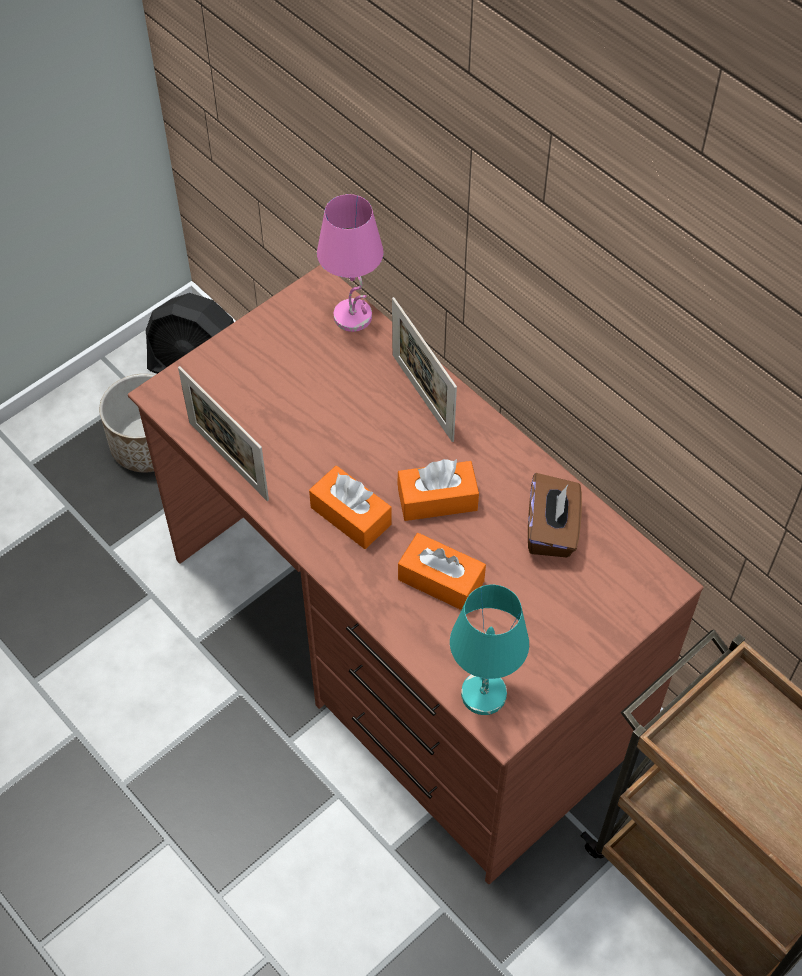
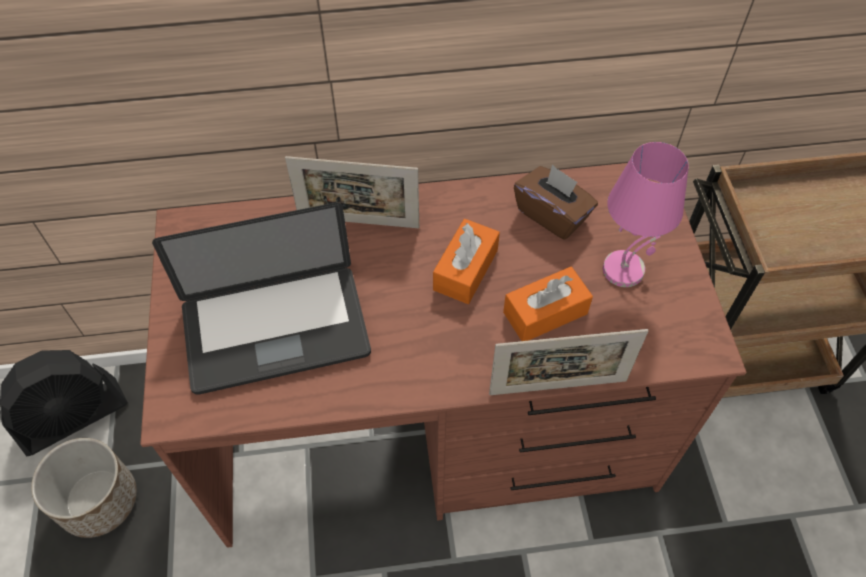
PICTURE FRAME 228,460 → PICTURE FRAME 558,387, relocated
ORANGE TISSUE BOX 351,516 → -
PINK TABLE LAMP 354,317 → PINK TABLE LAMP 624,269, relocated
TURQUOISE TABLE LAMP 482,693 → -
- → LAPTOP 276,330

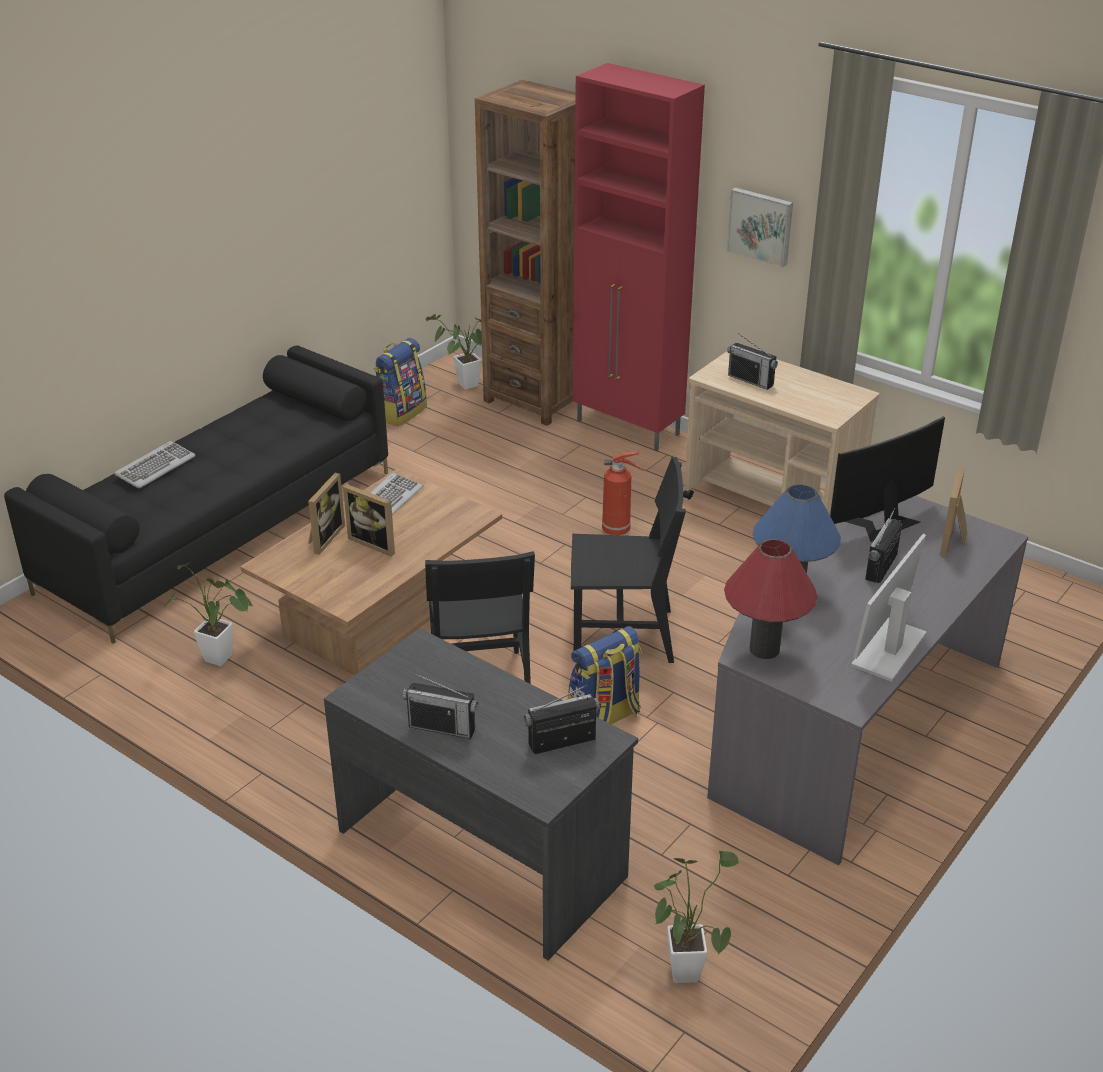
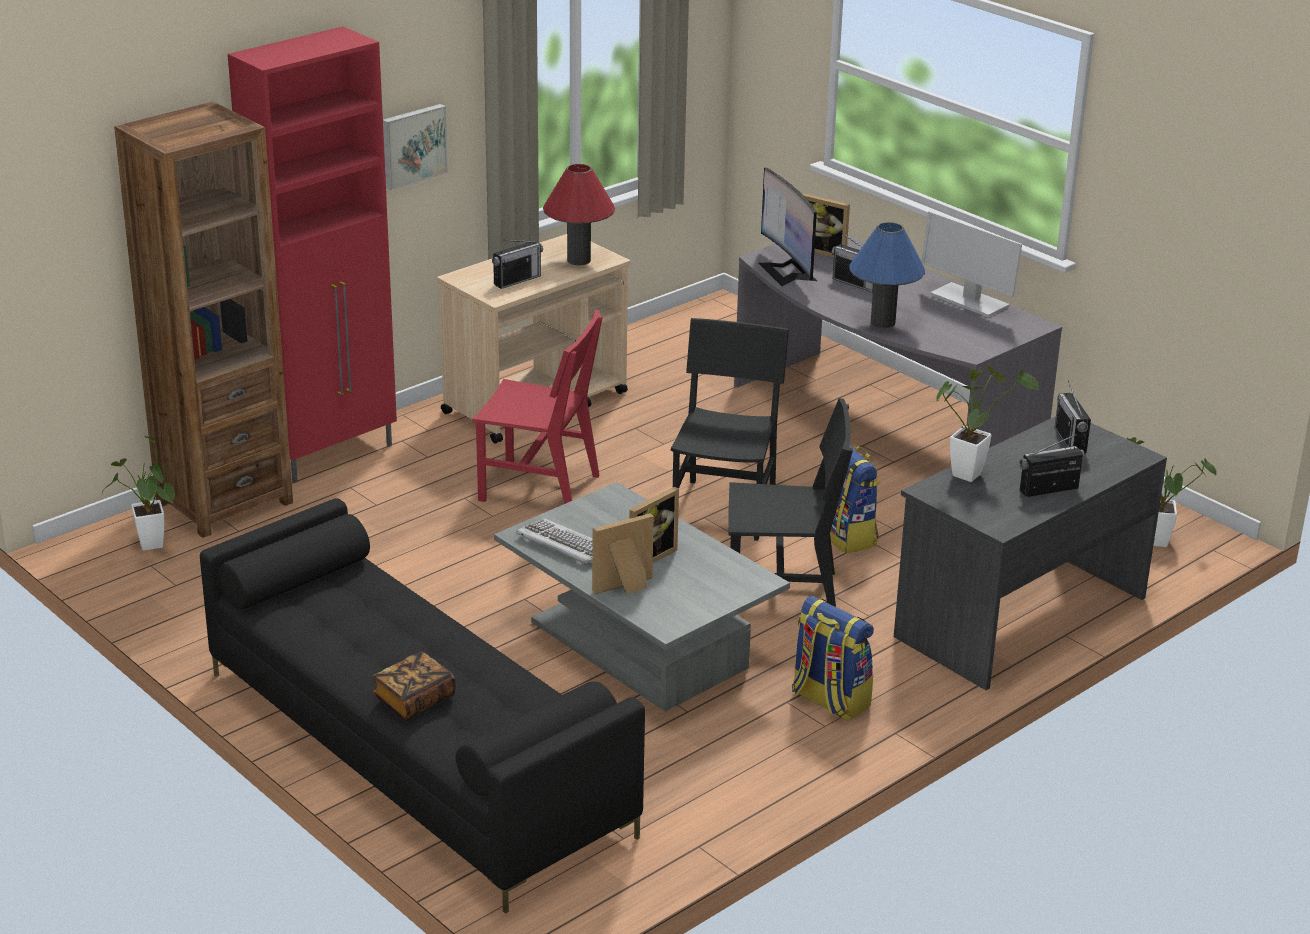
KEYBOARD 155,467 → BOOK 414,700
POTTED PLANT 223,660 → POTTED PLANT 970,472, relocated
BROWN COFFEE TABLE 380,611 → GREY COFFEE TABLE 638,644
PICTURE FRAME 323,538 → PICTURE FRAME 626,588, 60 degrees counterclockwise
BACKPACK 401,412 → BACKPACK 829,700, relocated
RADIO 442,727 → RADIO 1049,489, 135 degrees counterclockwise
FIRE EXTINGUISHER 618,530 → RED CHAIR 539,488
RED TABLE LAMP 764,649 → RED TABLE LAMP 578,260, relocated

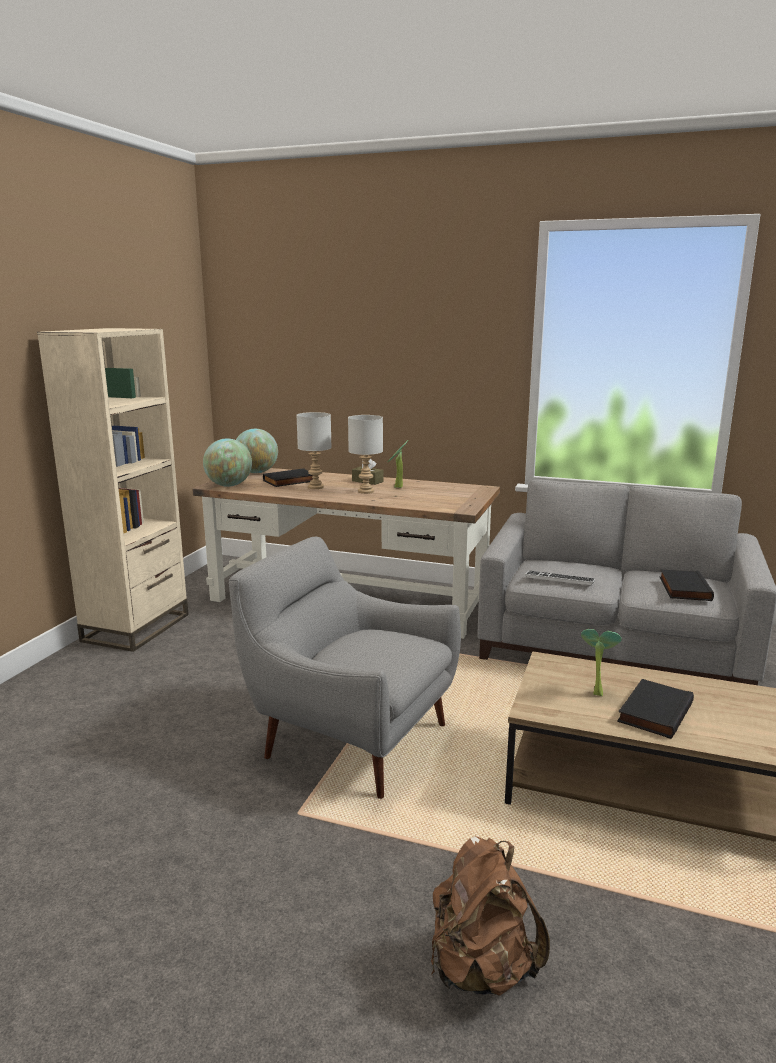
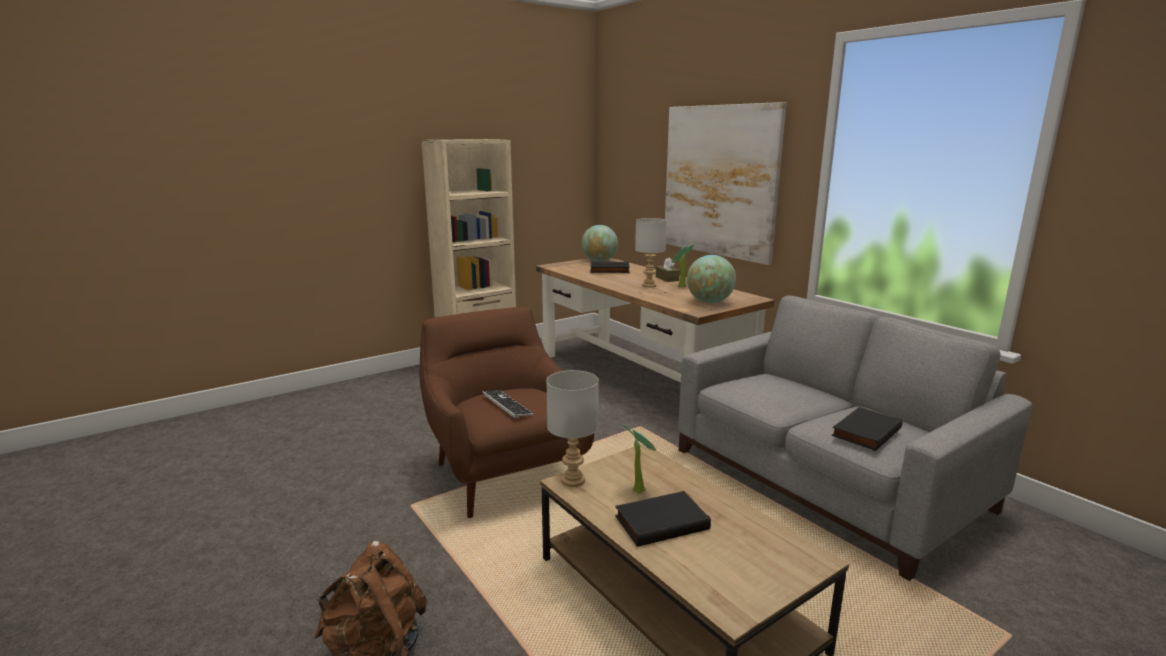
GLOBE 229,485 → GLOBE 709,302, relocated
GREY ARMCHAIR 349,738 → BROWN ARMCHAIR 505,472
GREY TABLE LAMP 315,487 → GREY TABLE LAMP 572,481, relocated
KEYBOARD 559,579 → KEYBOARD 507,405, relocated
- → PICTURE 719,181

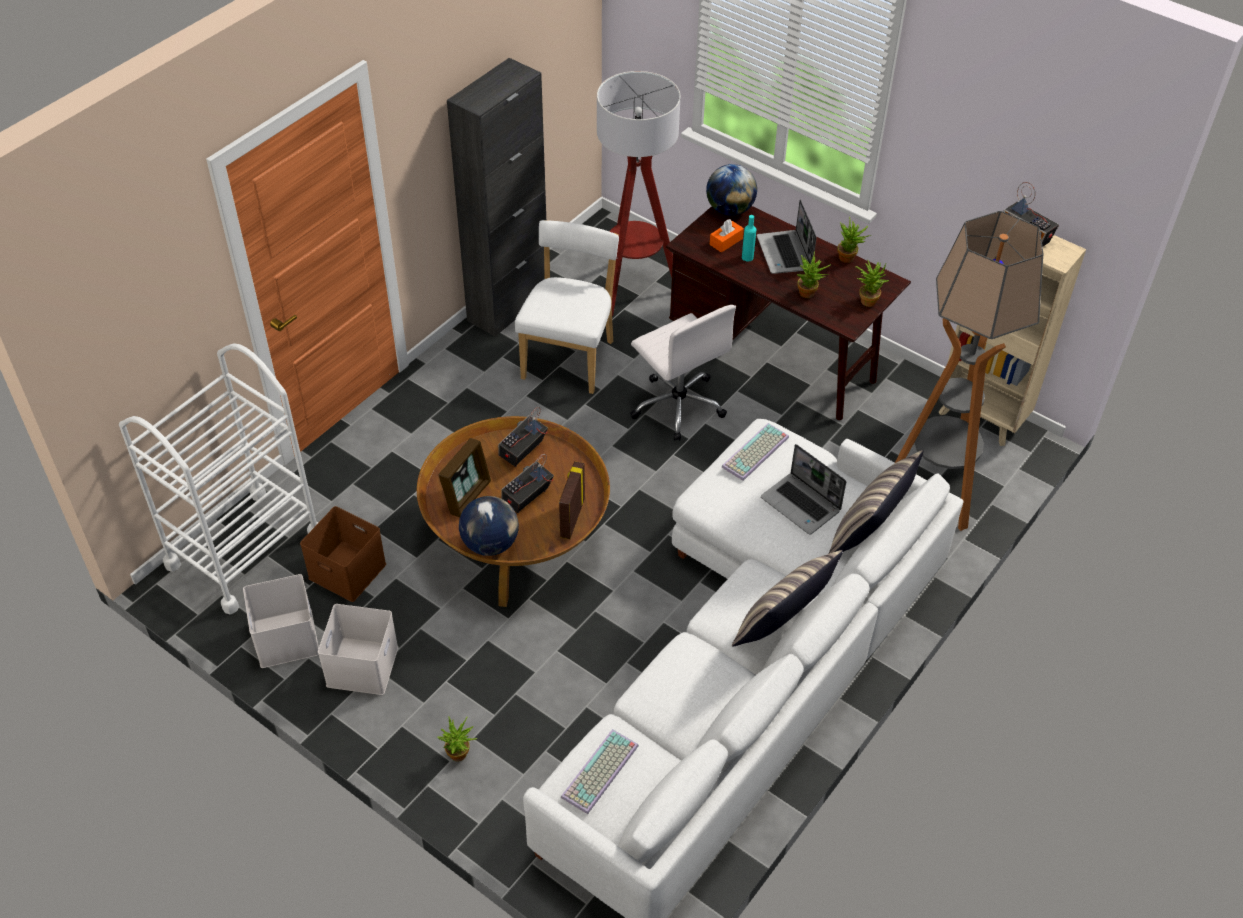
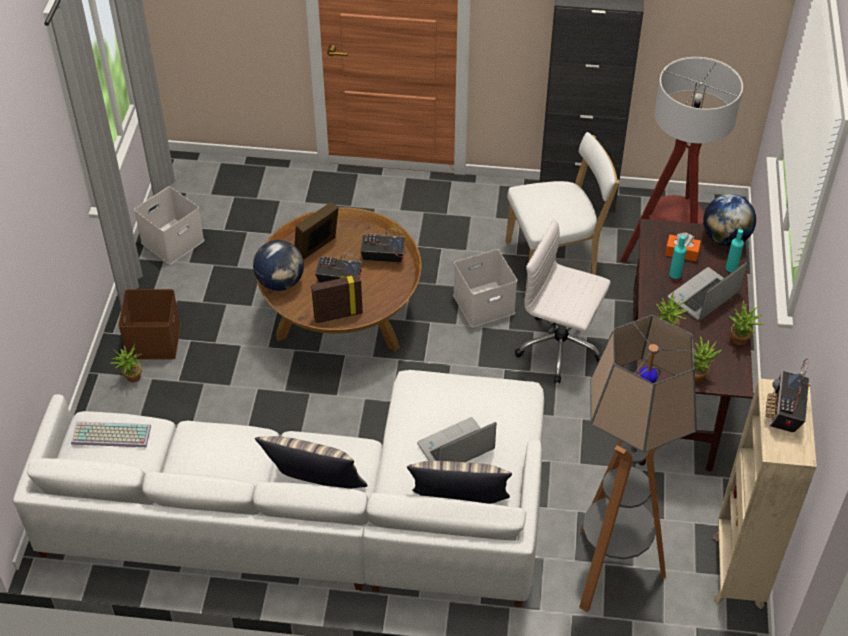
WHITE CART 245,550 → -
BROWN STORAGE BOX 345,571 → BROWN STORAGE BOX 152,339, relocated
WHITE STORAGE BOX 361,664 → WHITE STORAGE BOX 484,303, relocated
PICTURE FRAME 467,496 → PICTURE FRAME 317,249, 135 degrees clockwise
WHITE OFFICE CHAIR 677,405 → WHITE OFFICE CHAIR 561,347, 90 degrees clockwise
KEYBOARD 756,453 → -
LAPTOP 801,505 → LAPTOP 455,448, 45 degrees clockwise
- → TURQUOISE BOTTLE 731,268

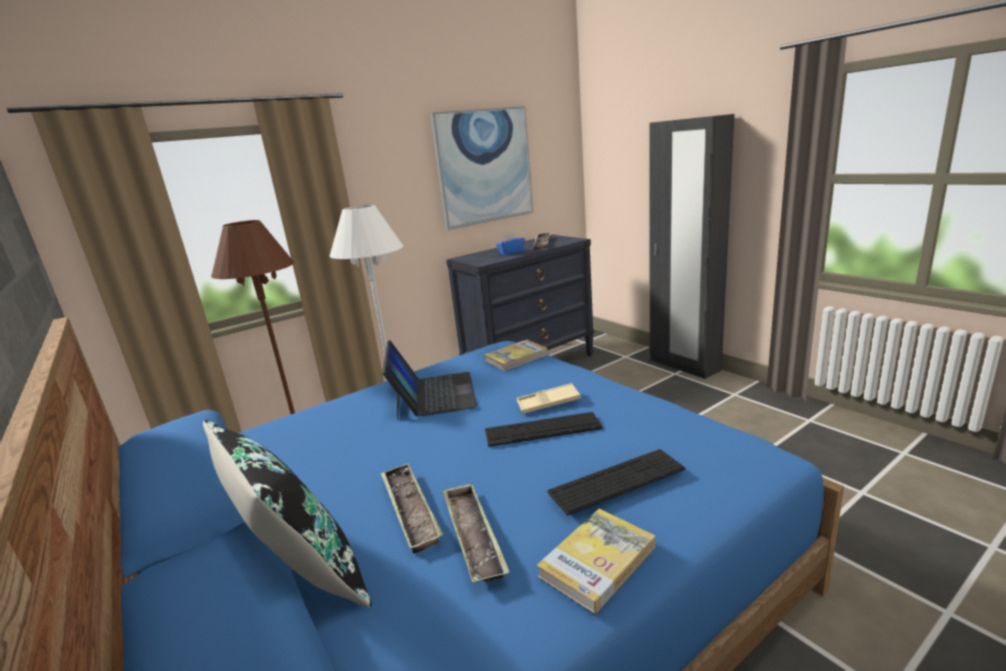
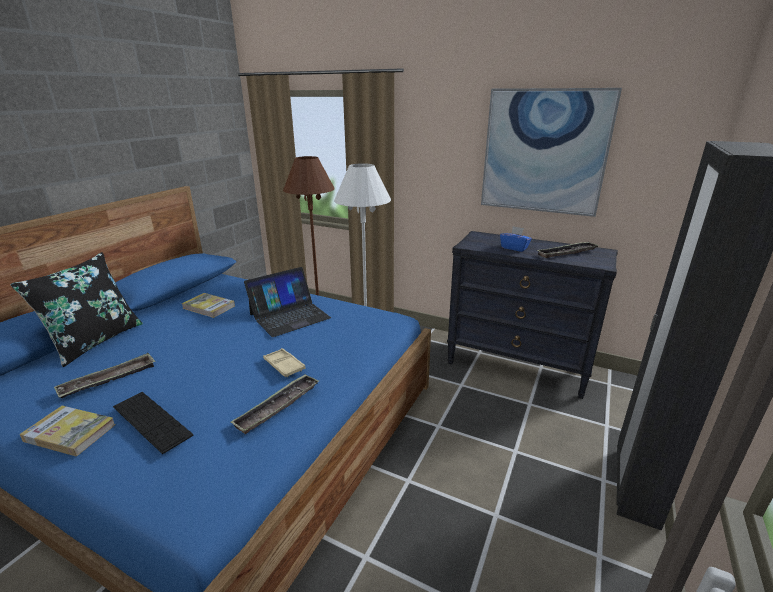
TRAY 410,510 → TRAY 278,406, relocated
BOOK 516,357 → BOOK 209,307, relocated
KEYBOARD 542,429 → -

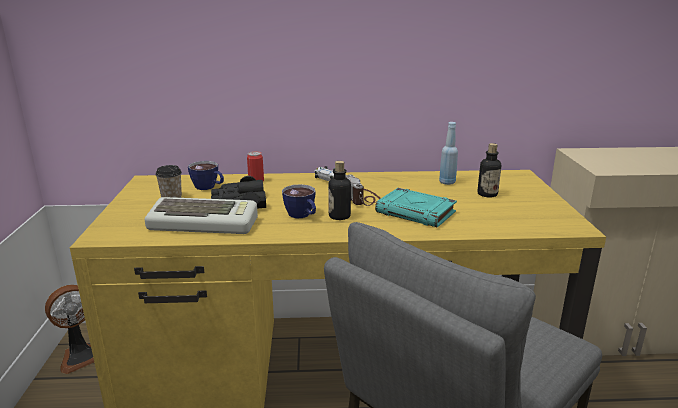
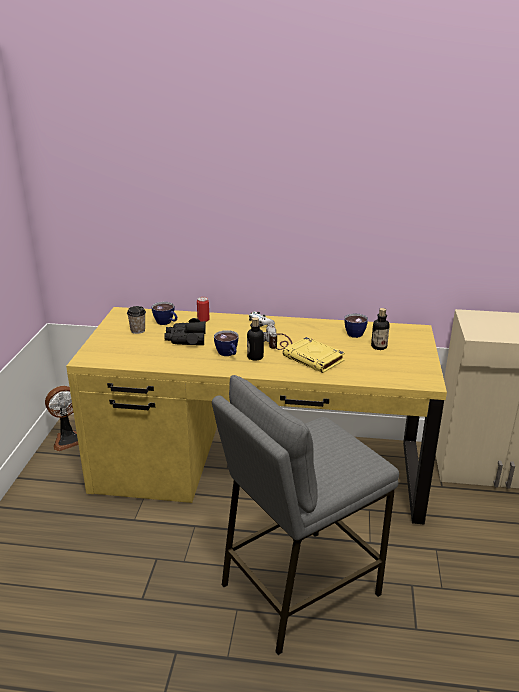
KEYBOARD 205,223 → -
TURQUOISE BOOK 416,212 → YELLOW BOOK 314,359
BLUE BOTTLE 447,182 → CUP 353,332

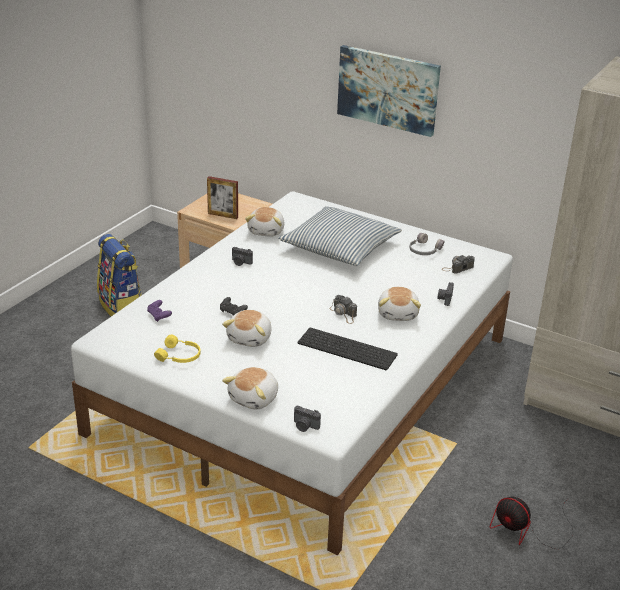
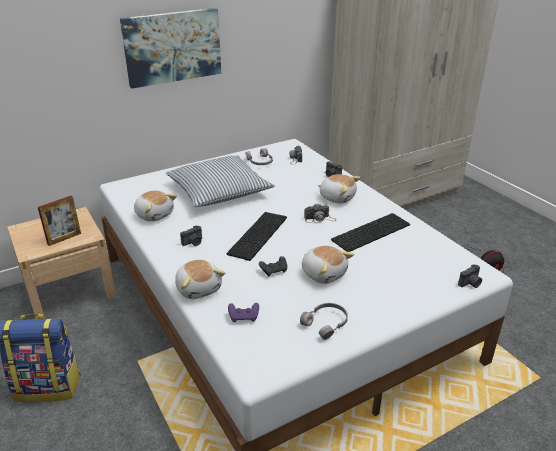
YELLOW HEADPHONES 179,356 → GREY HEADPHONES 326,324
PLUSH TOY 254,398 → PLUSH TOY 199,288, relocated
- → KEYBOARD 259,236

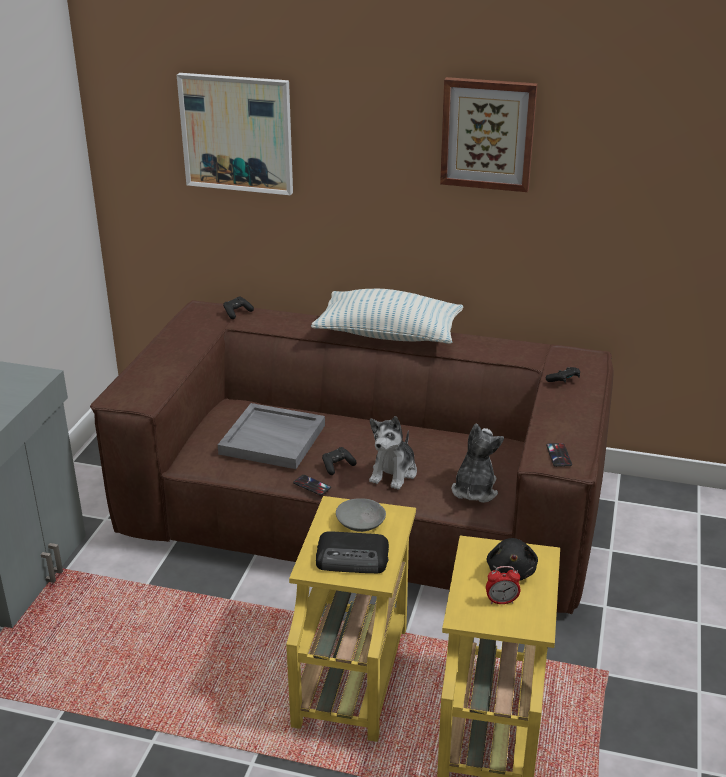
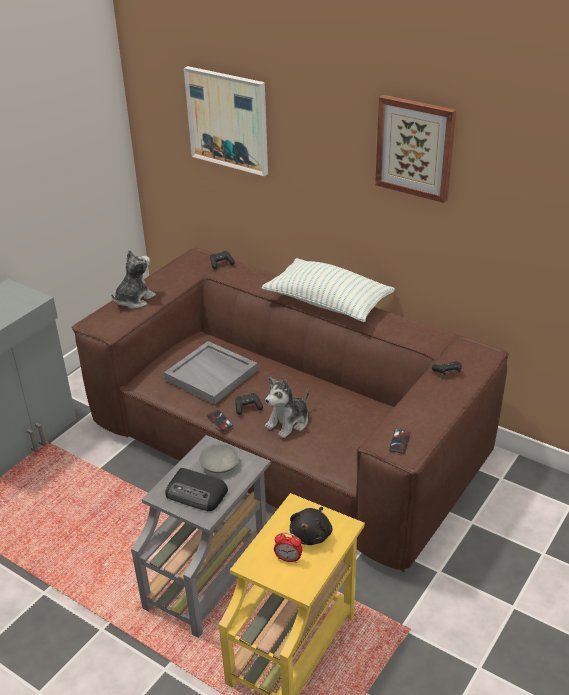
YELLOW SIDE TABLE 353,672 → GREY SIDE TABLE 209,576
PLUSH TOY 474,490 → PLUSH TOY 134,300, relocated

